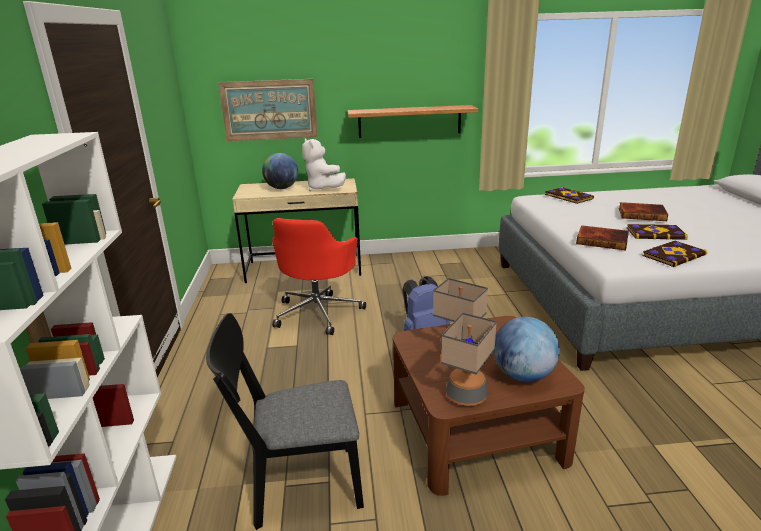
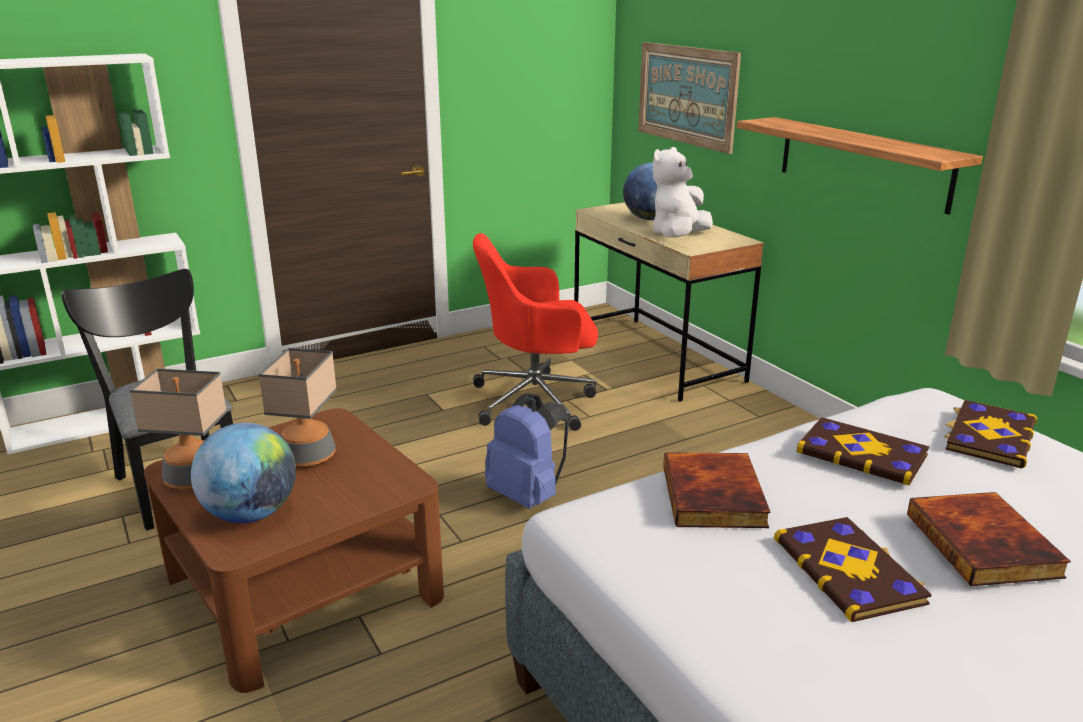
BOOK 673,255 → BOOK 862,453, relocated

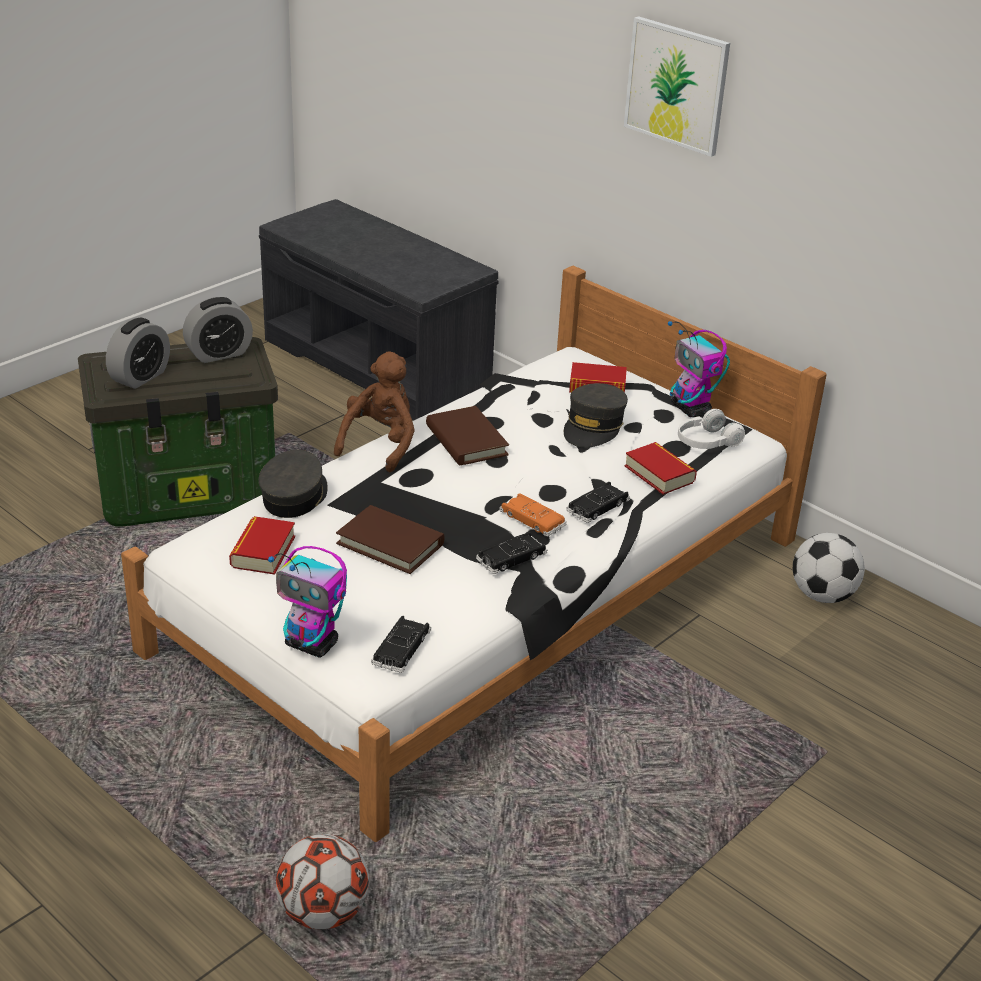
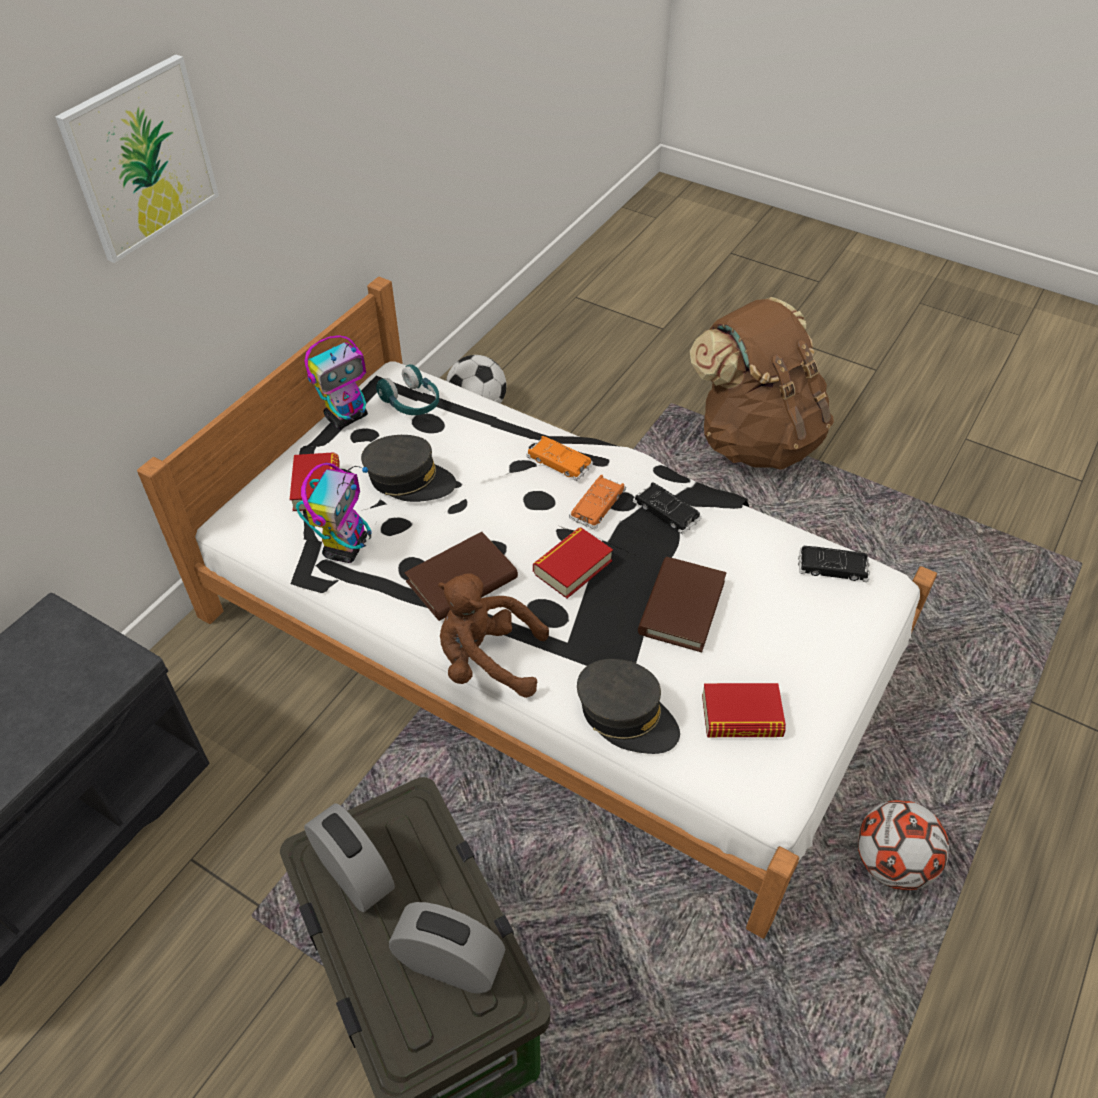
GREY CAP 294,496 → GREY CAP 626,716, 150 degrees counterclockwise
TOY ROBOT 313,644 → TOY ROBOT 346,547, relocated
FOOTBALL 323,912 → FOOTBALL 892,863, relocated
BLACK TOY CAR 598,507 → ORANGE TOY CAR 559,462
BOOK 659,474 → BOOK 572,567, relocated
WHITE HEADPHONES 706,442 → TURQUOISE HEADPHONES 411,402
- → BROWN BACKPACK 755,439

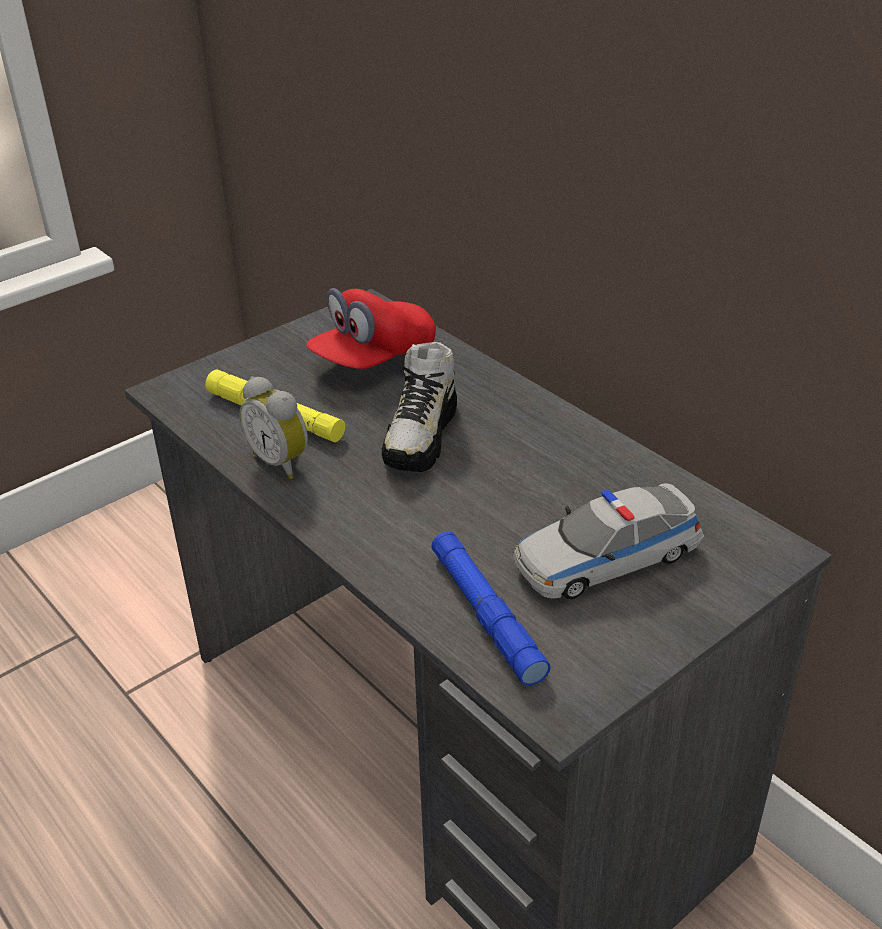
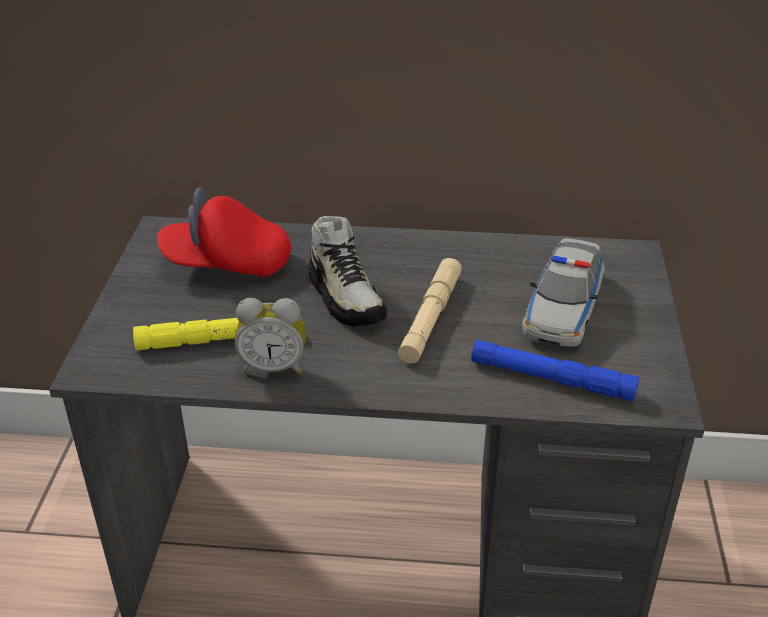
RED CAP 373,358 → RED CAP 227,263, 90 degrees clockwise
- → BEIGE FLASHLIGHT 430,317

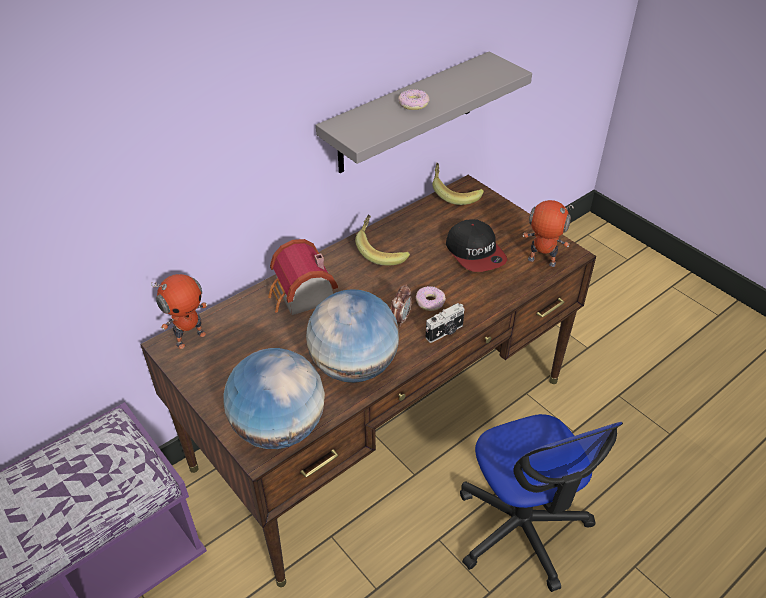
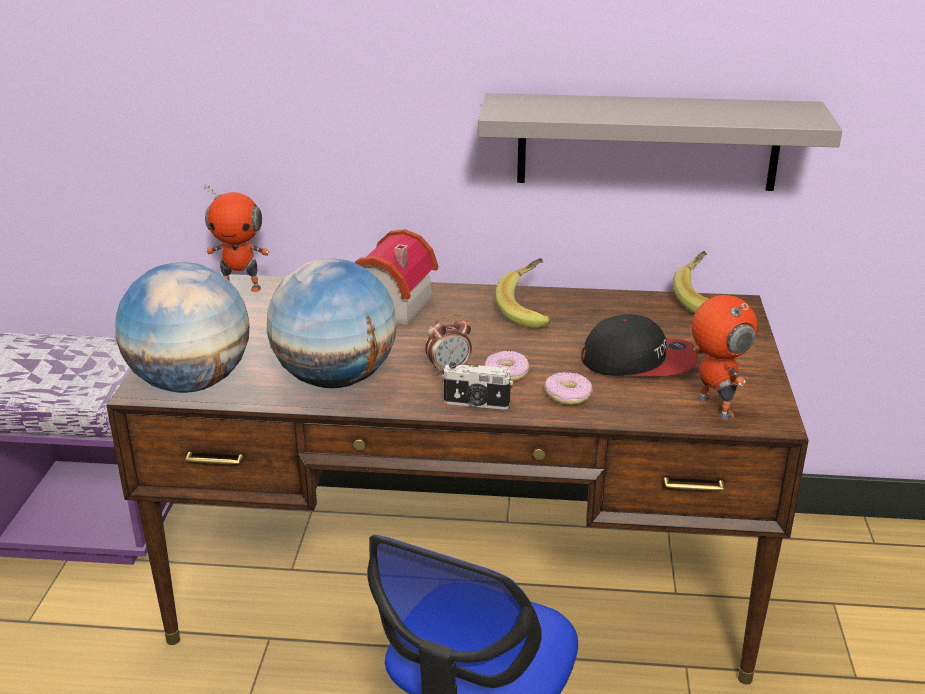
DONUT 413,104 → DONUT 568,395, relocated
CAP 475,253 → CAP 639,360, 105 degrees counterclockwise

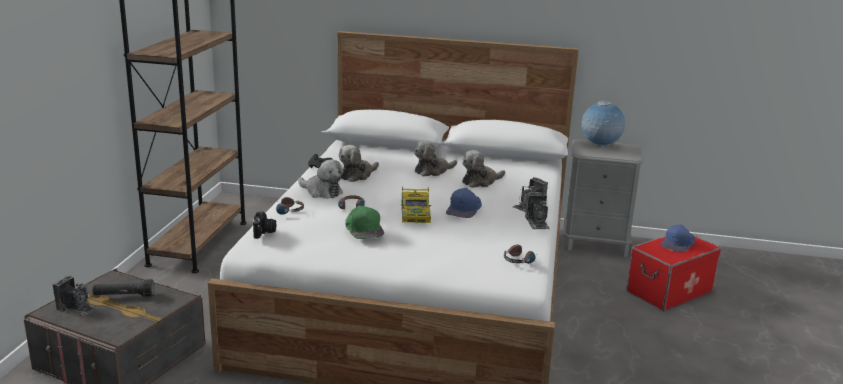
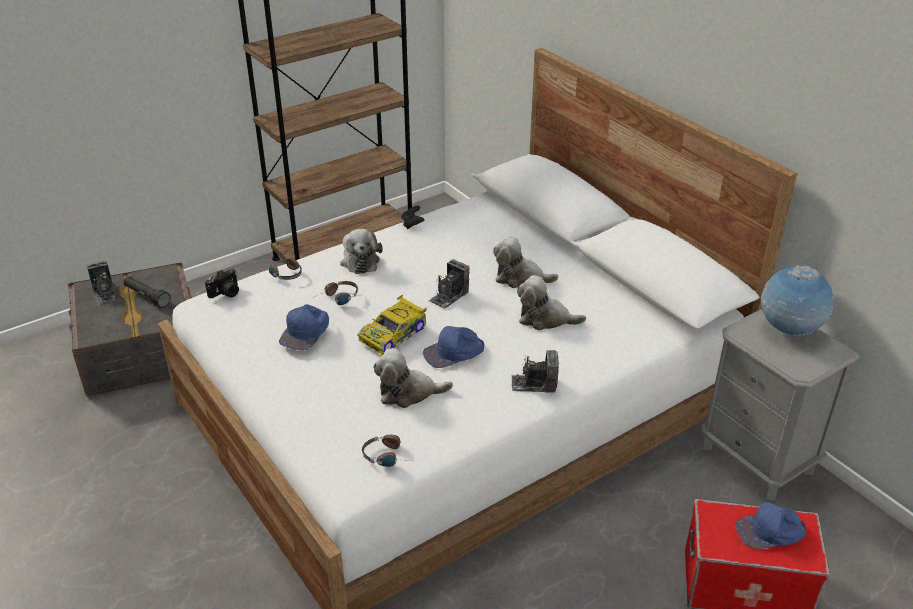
PLUSH TOY 357,175 → PLUSH TOY 408,392, relocated
GREEN CAP 364,229 → BLUE CAP 306,332
PHOTO CAMERA 537,223 → PHOTO CAMERA 449,296, relocated

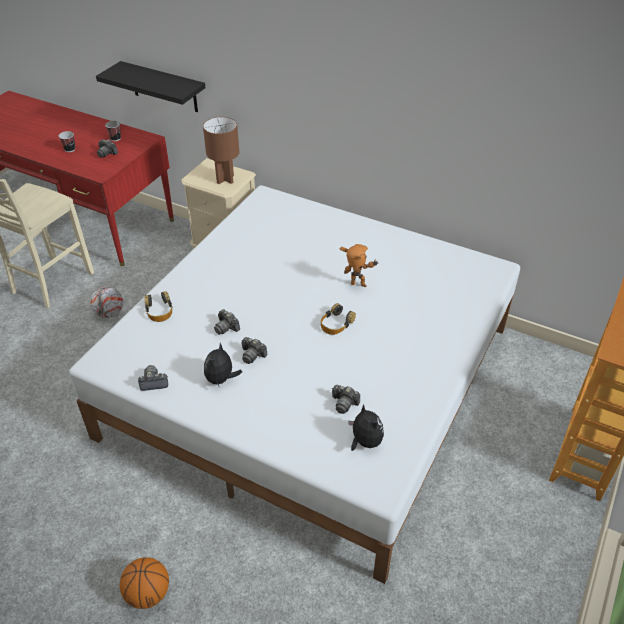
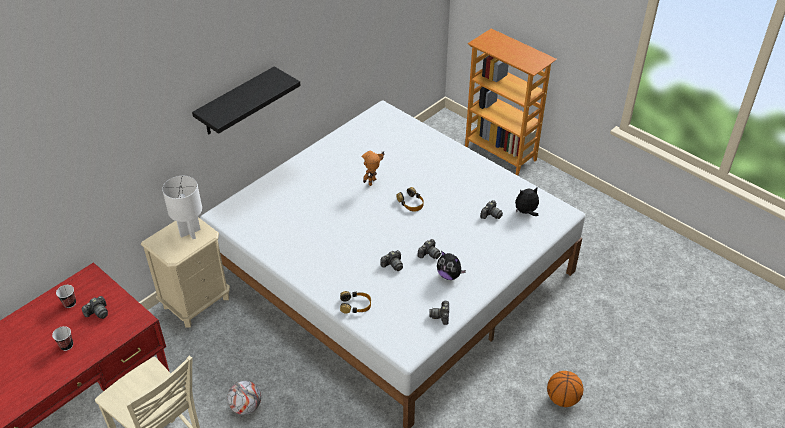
BLACK SHELF 164,87 → BLACK SHELF 236,102, relocated
BROWN TABLE LAMP 225,179 → WHITE TABLE LAMP 190,232

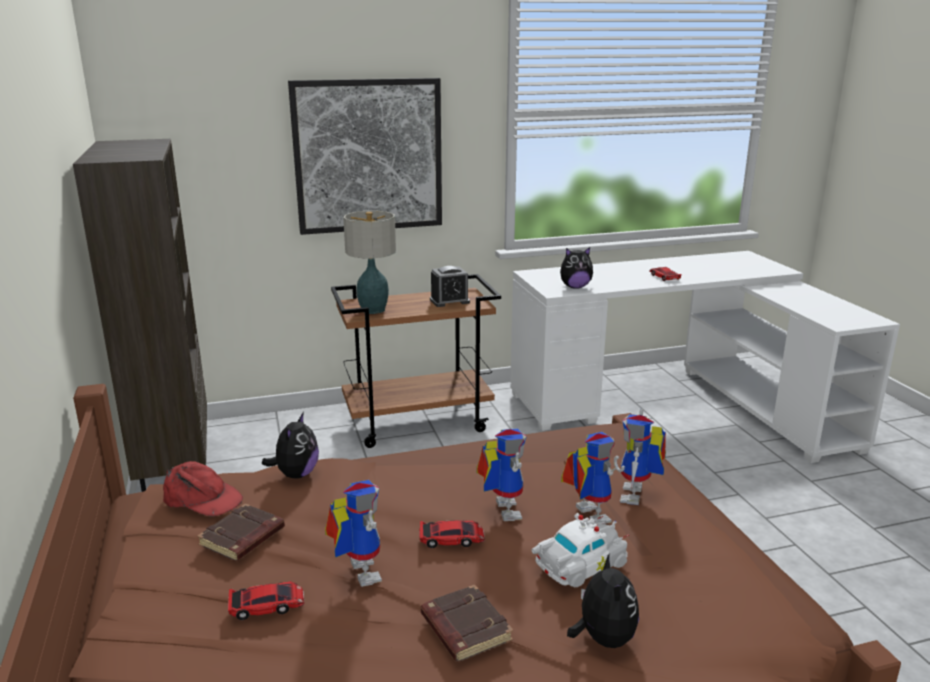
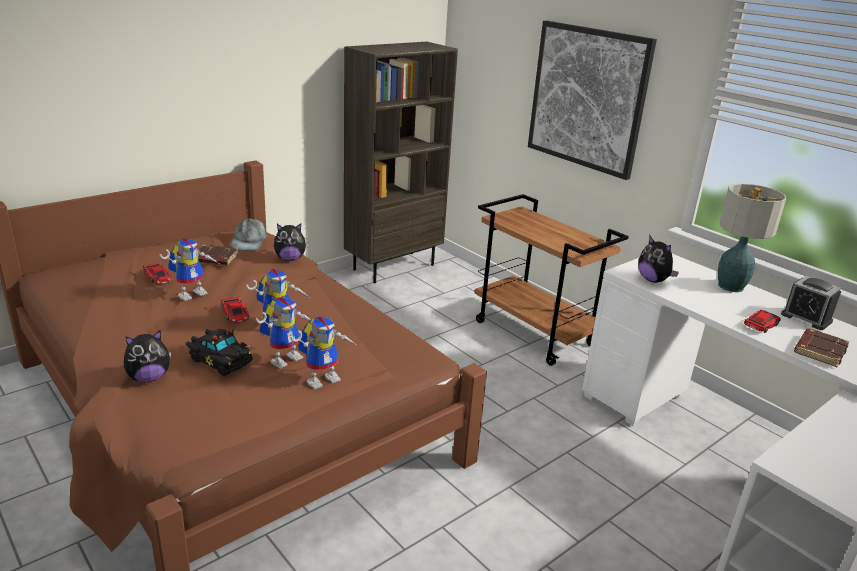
RED CAP 202,499 → GREY CAP 249,241
TABLE LAMP 373,309 → TABLE LAMP 731,286, relocated
BROWN BOOK 464,628 → BROWN BOOK 819,350, relocated
ALARM CLOCK 449,301 → ALARM CLOCK 806,318, relocated
WHITE TOY CAR 578,564 → BLACK TOY CAR 220,359
TOY ROBOT 637,497 → TOY ROBOT 323,378, 150 degrees clockwise

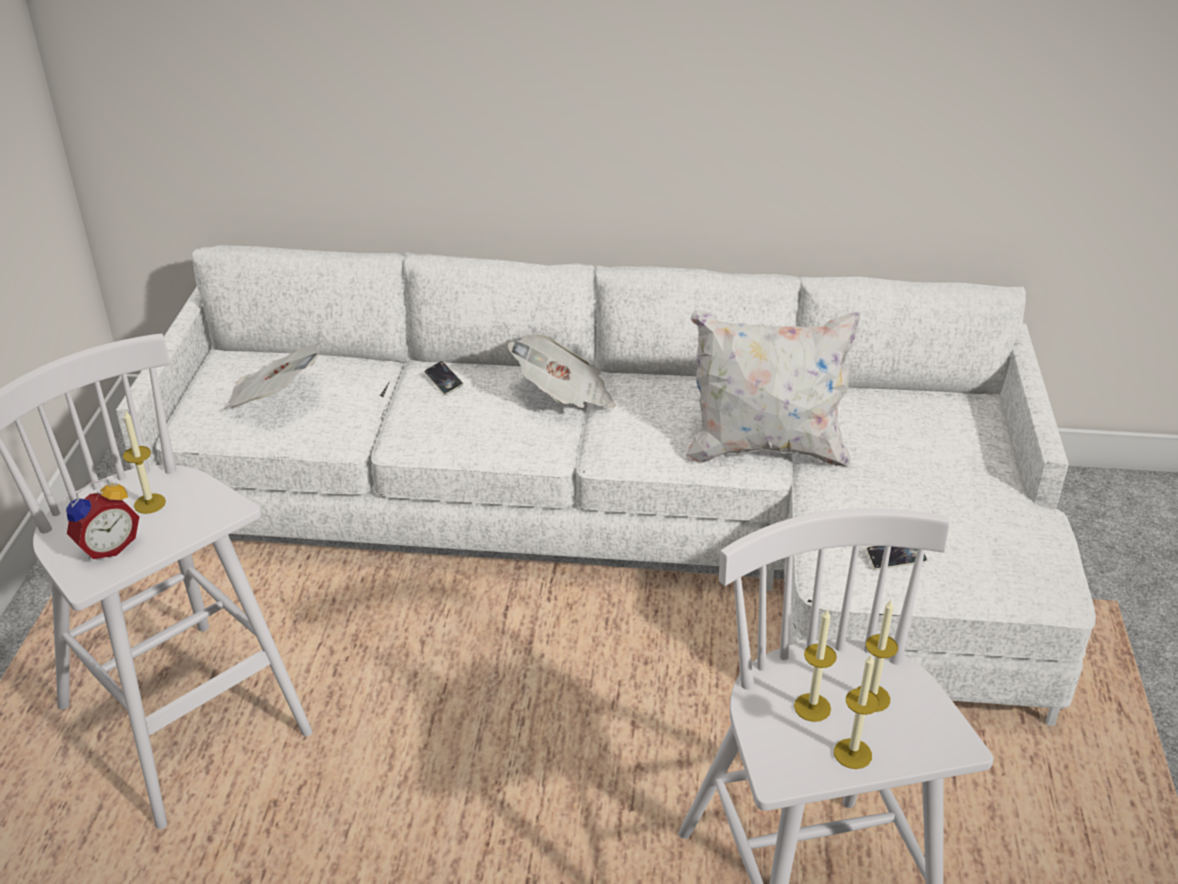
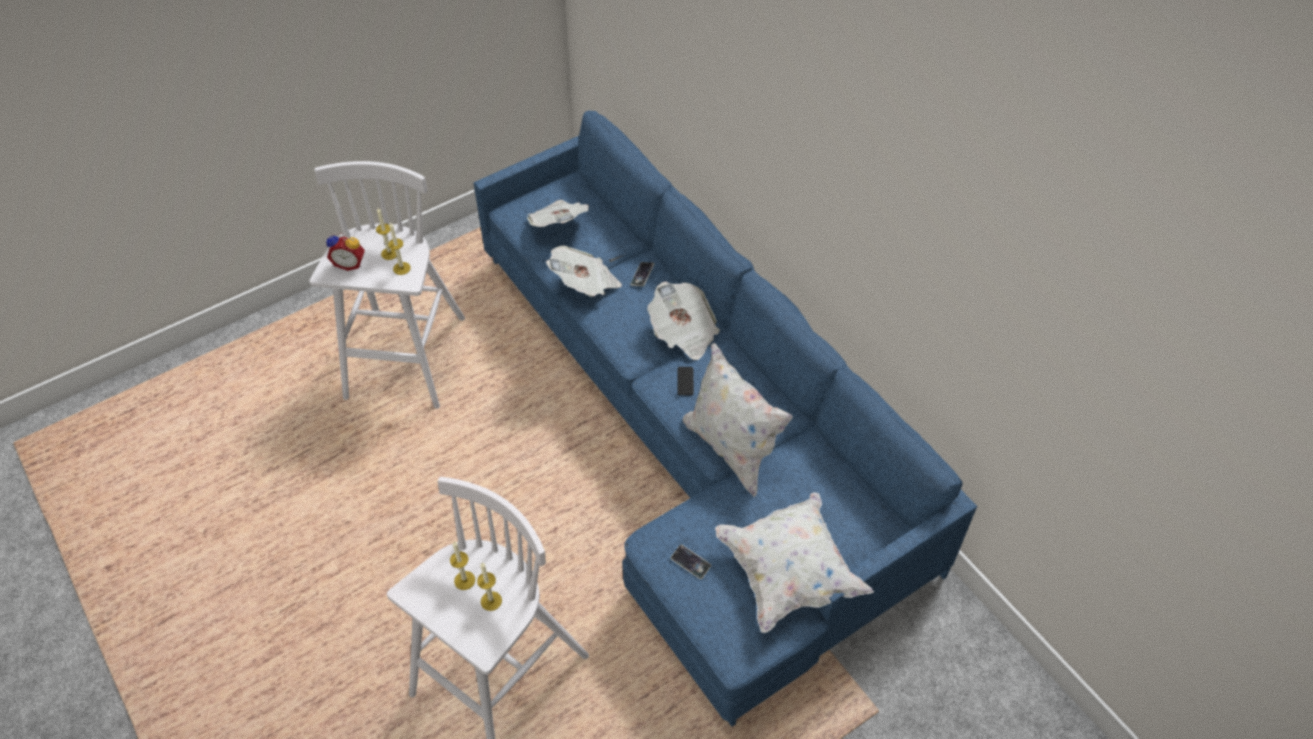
WHITE SOFA 633,532 → BLUE SOFA 697,435
CANDLE 852,753 → CANDLE 401,268, relocated
- → NEWSPAPER 585,284
- → PHONE 685,381
- → WHITE PILLOW 788,573

